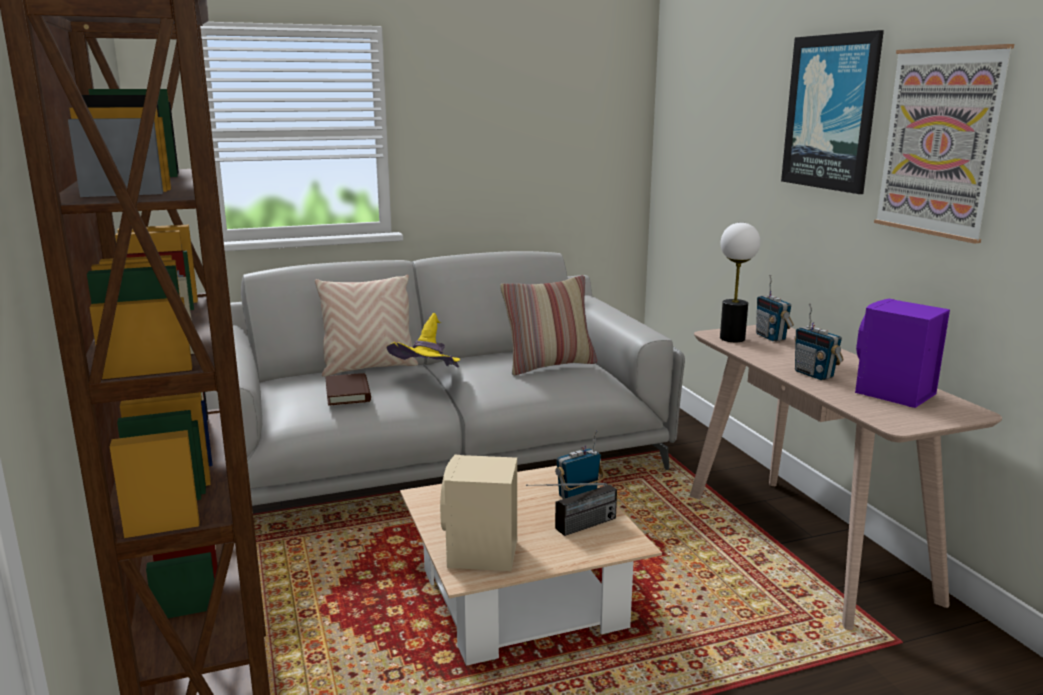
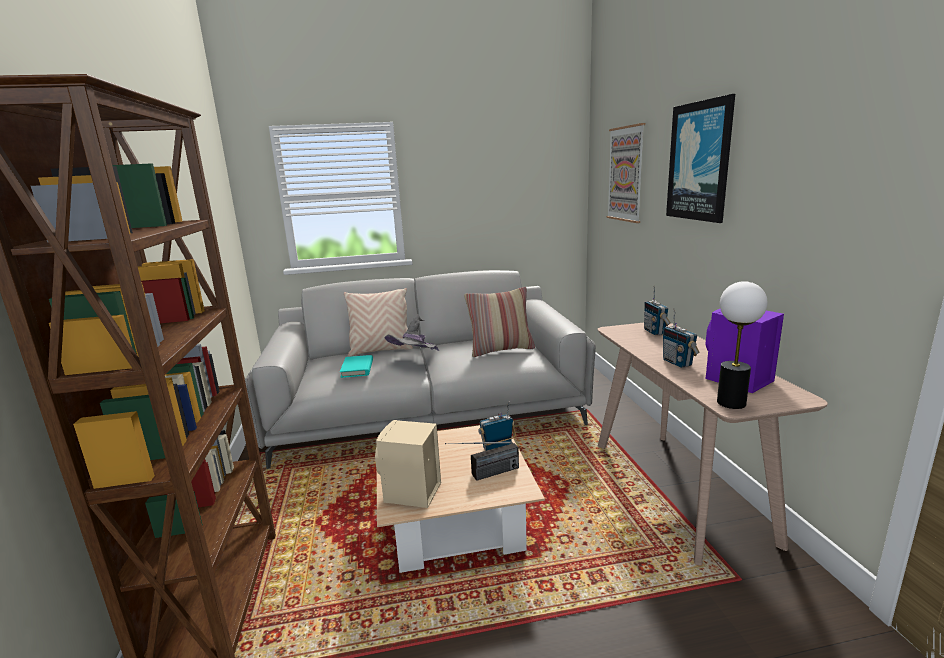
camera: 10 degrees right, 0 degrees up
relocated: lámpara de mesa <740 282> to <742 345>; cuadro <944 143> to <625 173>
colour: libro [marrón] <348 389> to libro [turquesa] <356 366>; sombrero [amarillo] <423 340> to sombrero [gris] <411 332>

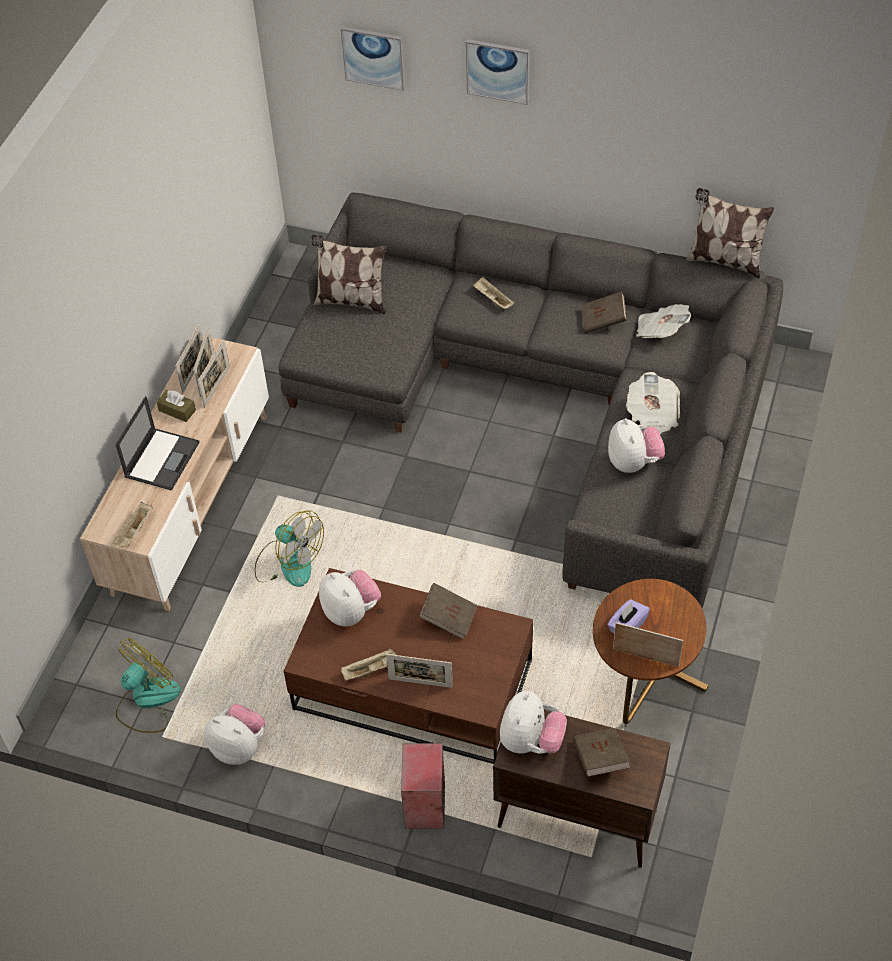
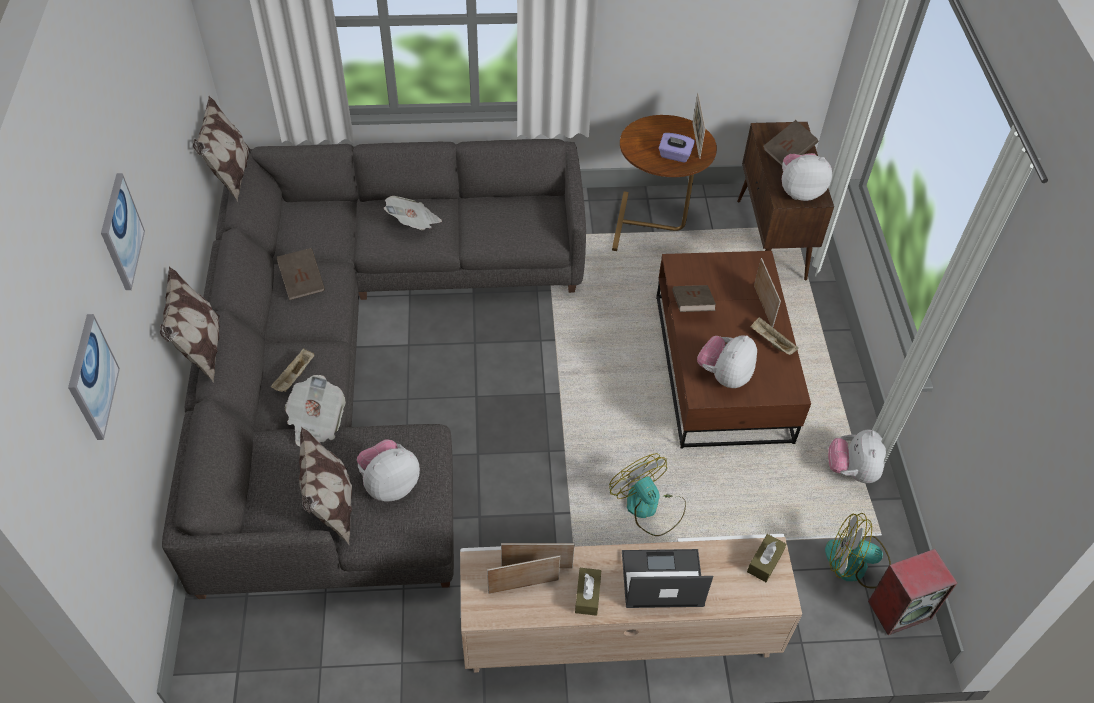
camera: 115 degrees left, 0 degrees up
missing: portarretratos <189 359>
appeared: cojín <190 324>
relocated: altavoz <423 786> to <912 592>; peluche <636 445> to <388 470>; periódico <663 321> to <315 411>
exchanged: bandeja [beis] <132 524> to caja de pañuelos [marrón] <767 558>
spun: ventilador <289 548> = <647 494> 45 degrees counterclockwise

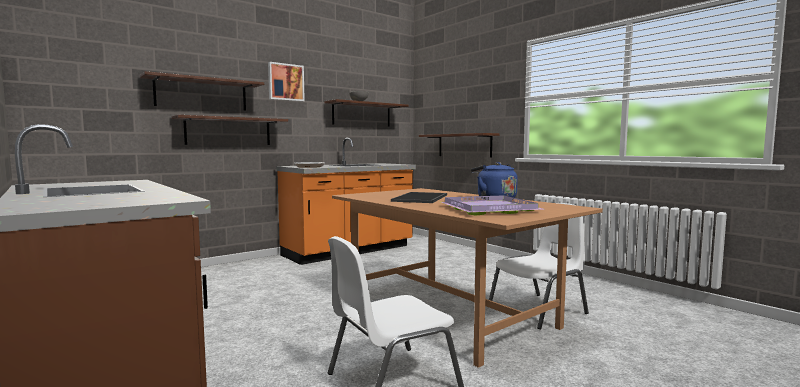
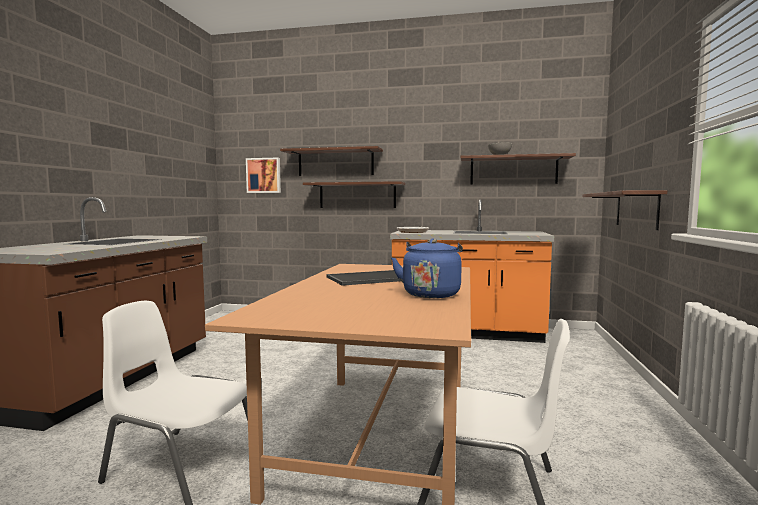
camera: 50 degrees right, 0 degrees up
missing: bandeja [morado] <492 205>
relocated: cuadro <286 82> to <263 175>

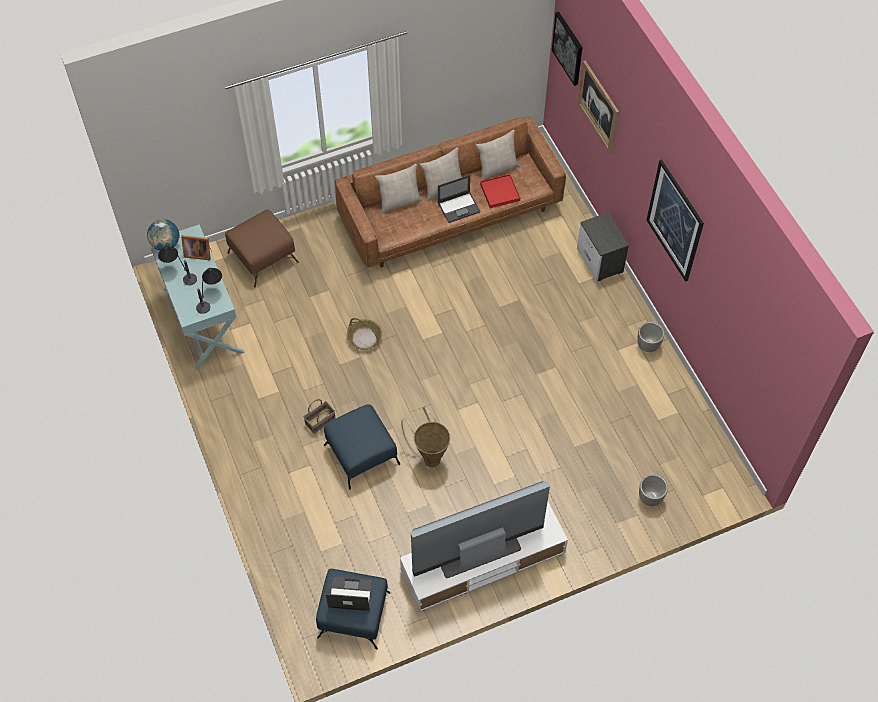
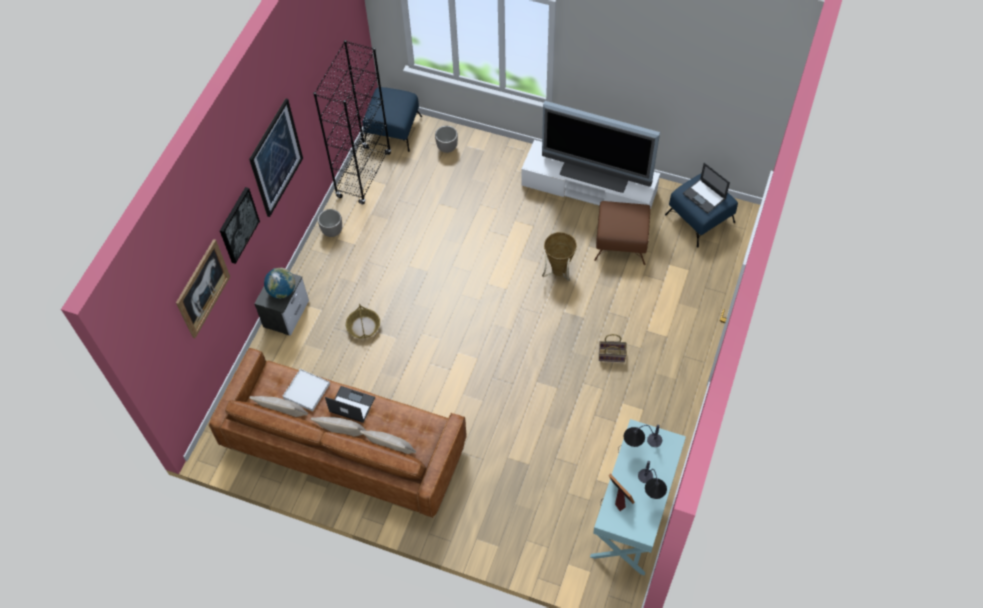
camera: 135 degrees left, 0 degrees up
appeared: estantería [negro] <352 122>
relocated: globo terráqueo <163 235> to <279 283>; puf [marrón] <262 248> to <622 233>; puf [azul] <362 447> to <392 119>; cesta <364 334> to <363 321>; cuadro <567 49> to <240 225>
colour: bandeja [rojo] <500 191> to bandeja [blanco] <306 390>

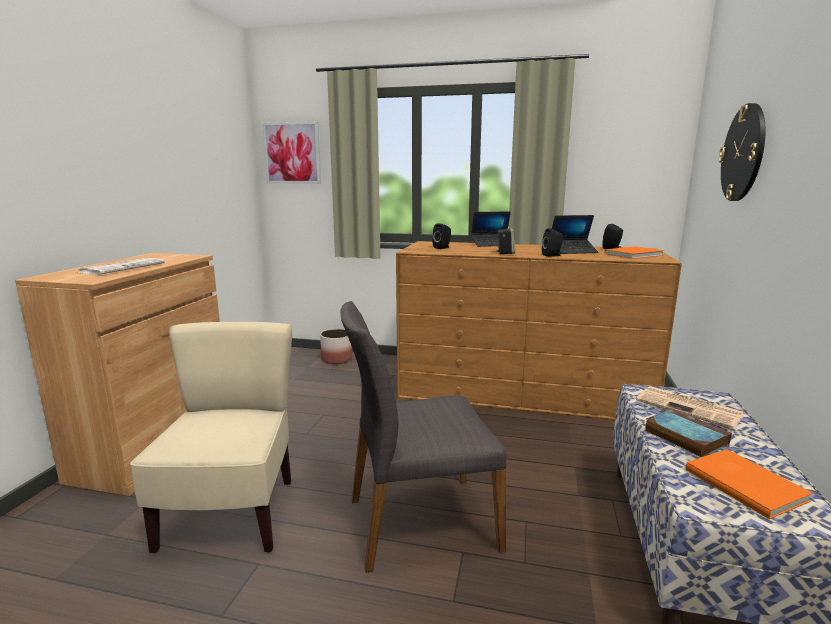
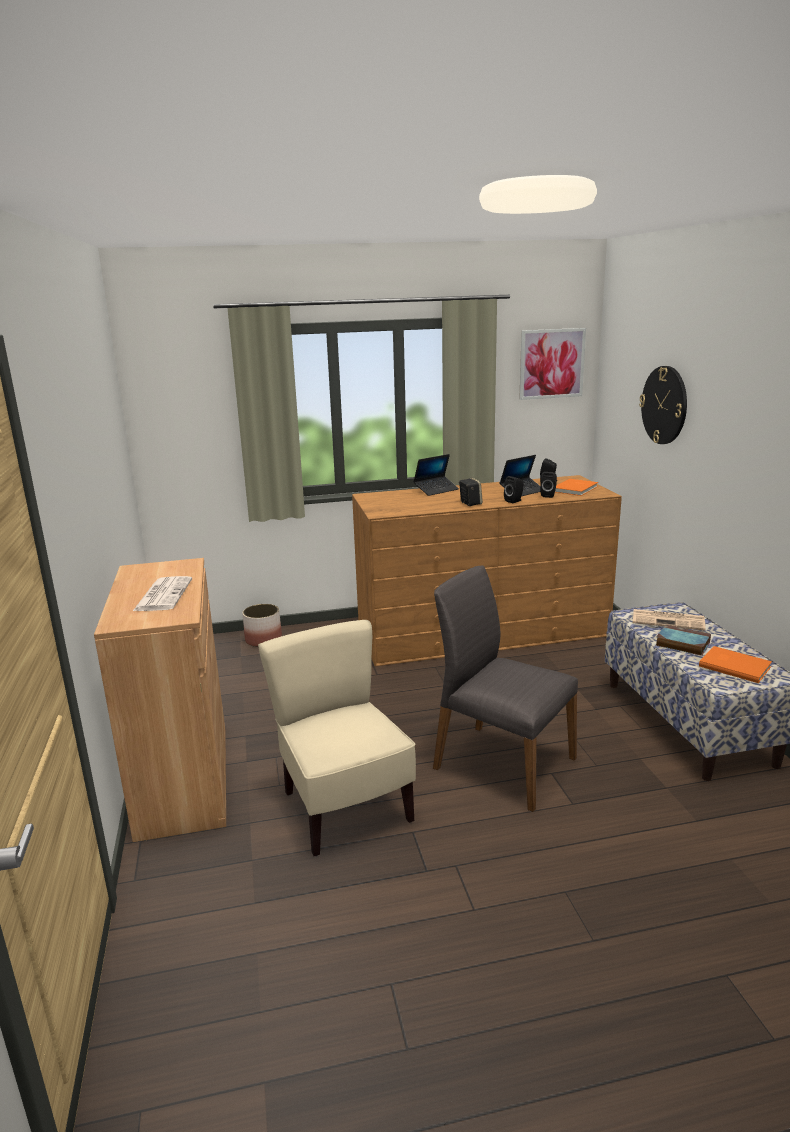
camera: 25 degrees left, 5 degrees up
relocated: cuadro <291 152> to <552 364>; altavoz [negro] <441 236> to <548 485>
spun: silla [gris] <423 437> = <505 689> 75 degrees clockwise

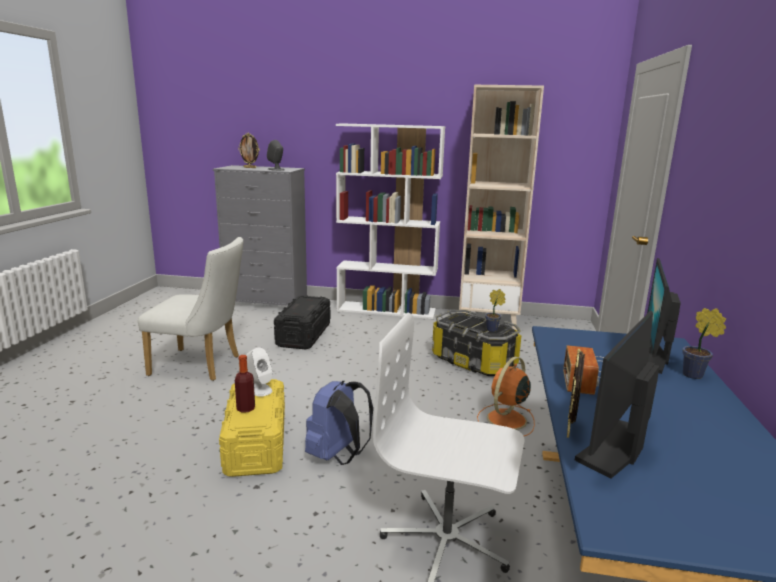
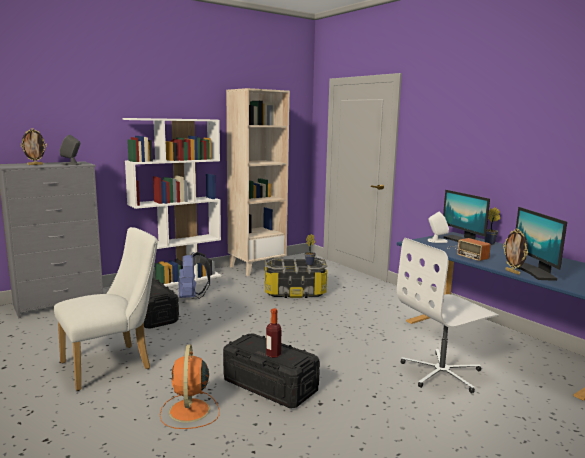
camera: 45 degrees left, 5 degrees down
relocated: altavoz [blanco] <259 372> to <438 227>; mochila [azul] <339 423> to <194 275>; ventilador [naranja] <506 396> to <190 386>
colour: caja de almacenaje [amarillo] <252 428> to caja de almacenaje [negro] <271 370>

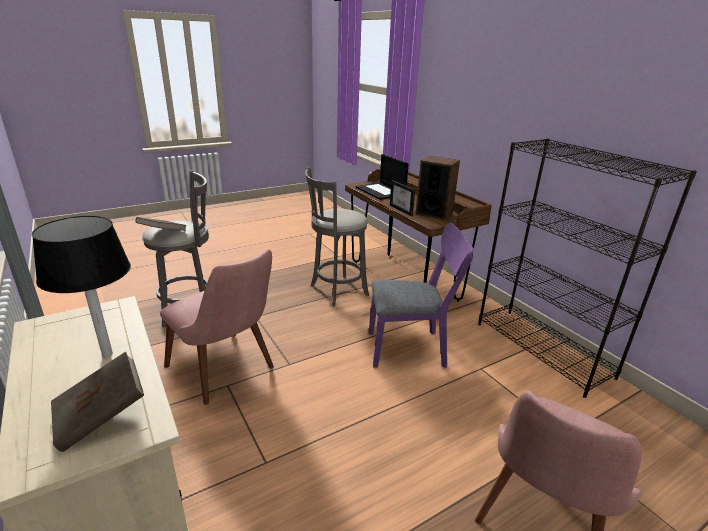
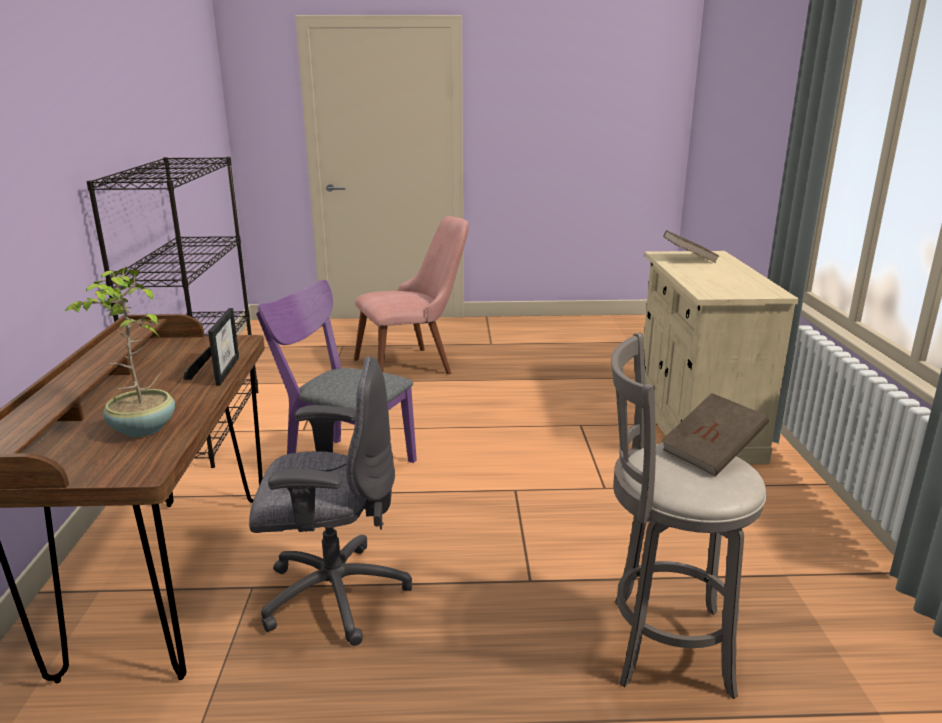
camera: 150 degrees left, 5 degrees down
missing: lámpara de mesa [negro] <81 286>; silla [rosa] <217 327>; altavoz <438 188>
exchanged: taburete [gris] <337 237> to silla de oficina [gris] <330 501>; portátil <382 177> to planta en maceta <120 351>

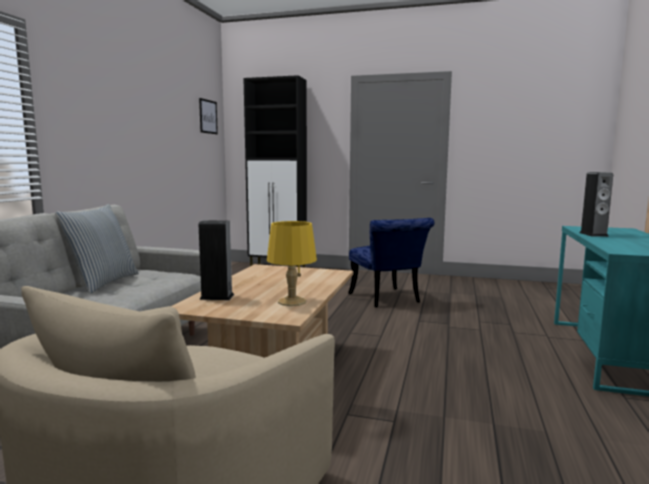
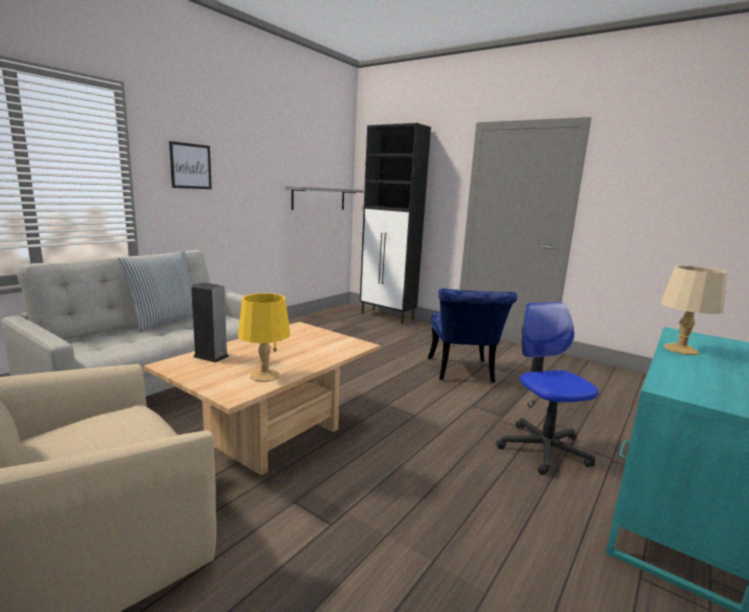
camera: 20 degrees right, 5 degrees up
appeared: estante [gris] <324 198>; silla de oficina <547 388>
relocated: cuadro <208 116> to <190 165>
exchanged: altavoz <596 204> to lámpara de mesa [beis] <694 310>

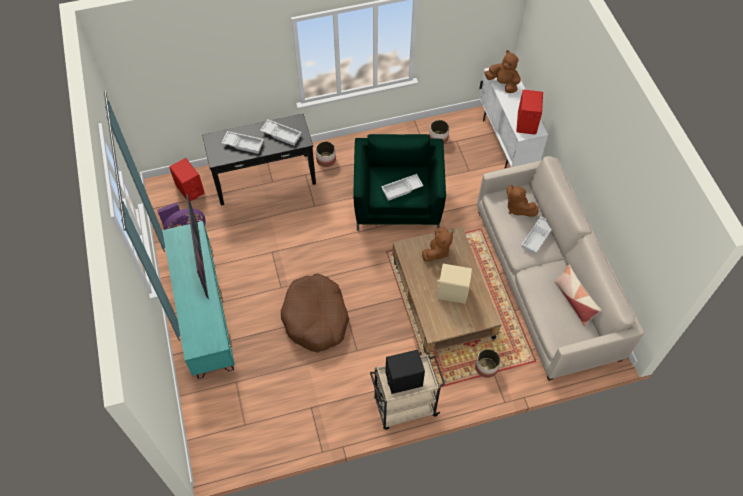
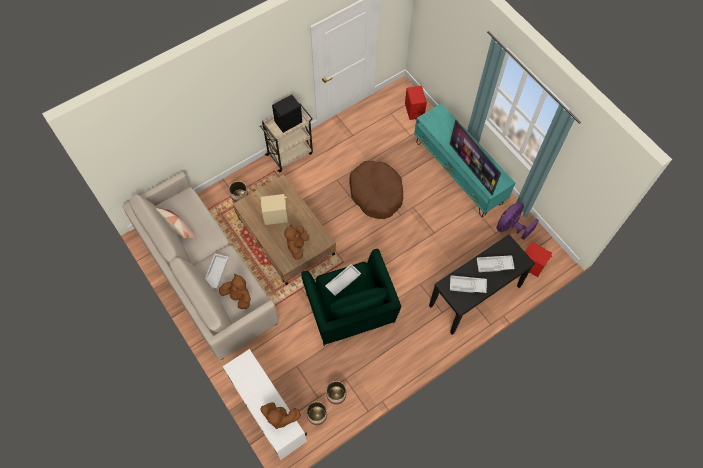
camera: 160 degrees right, 5 degrees up
relocated: maceta <326 154> to <317 413>; altavoz [rojo] <529 112> to <416 103>

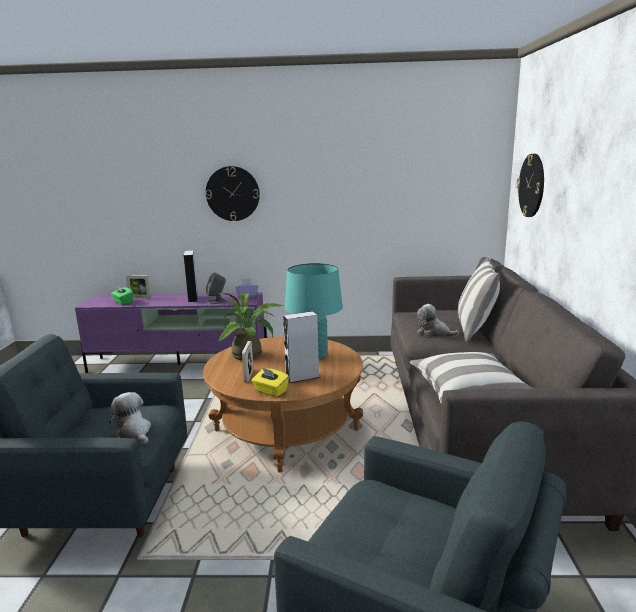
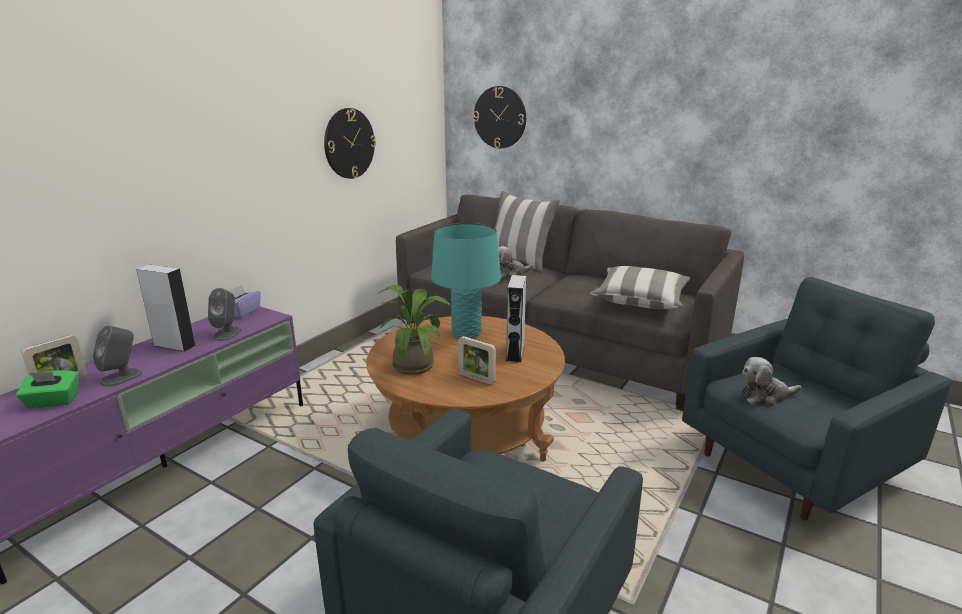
camera: 60 degrees left, 5 degrees up
missing: caja de pañuelos [amarillo] <270 382>
appeared: altavoz [gris] <117 356>
relocated: peluche <130 418> to <771 381>; reloj de pared <233 193> to <350 143>

